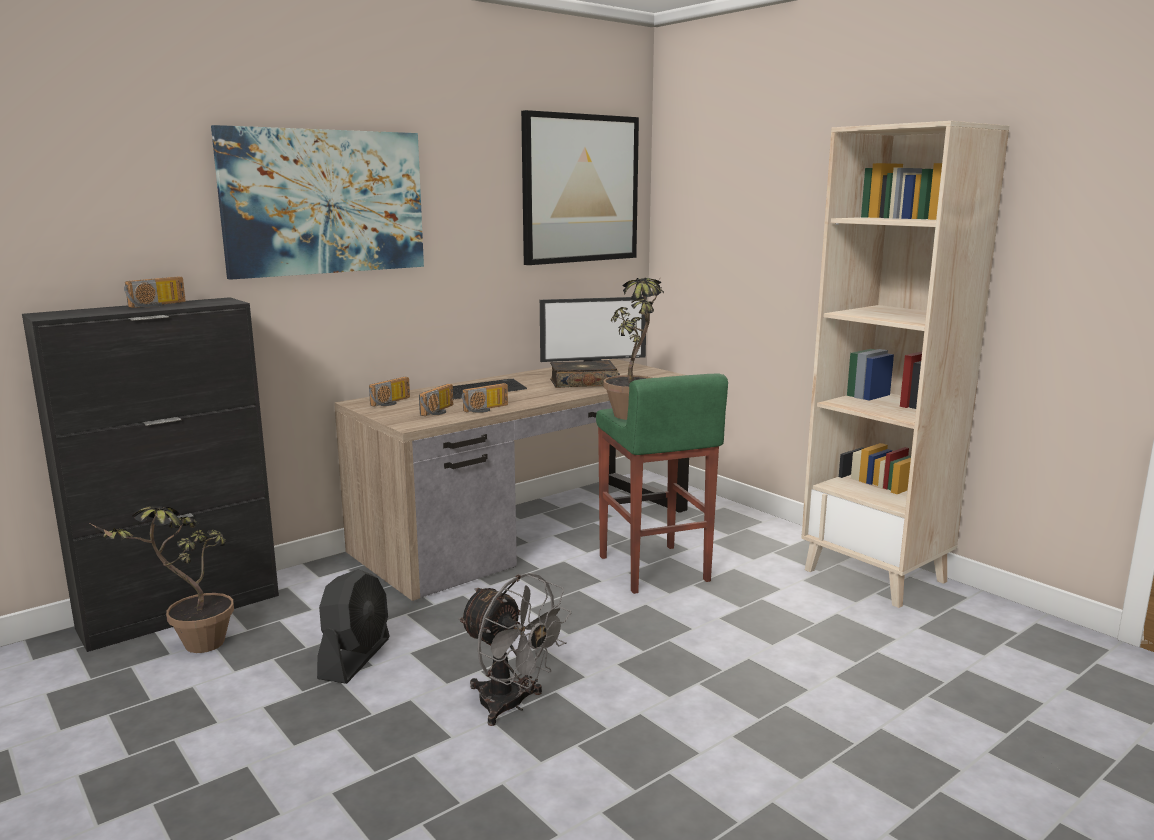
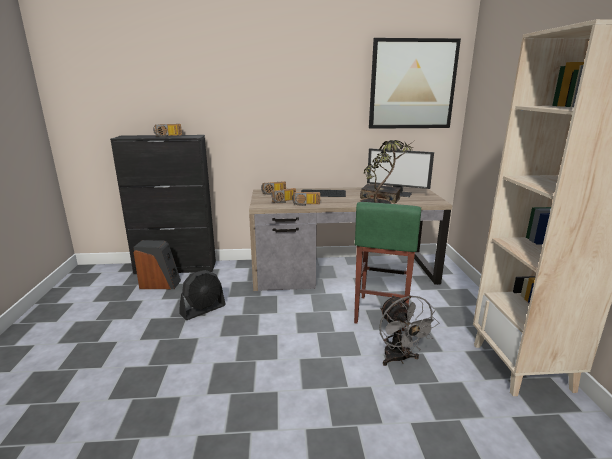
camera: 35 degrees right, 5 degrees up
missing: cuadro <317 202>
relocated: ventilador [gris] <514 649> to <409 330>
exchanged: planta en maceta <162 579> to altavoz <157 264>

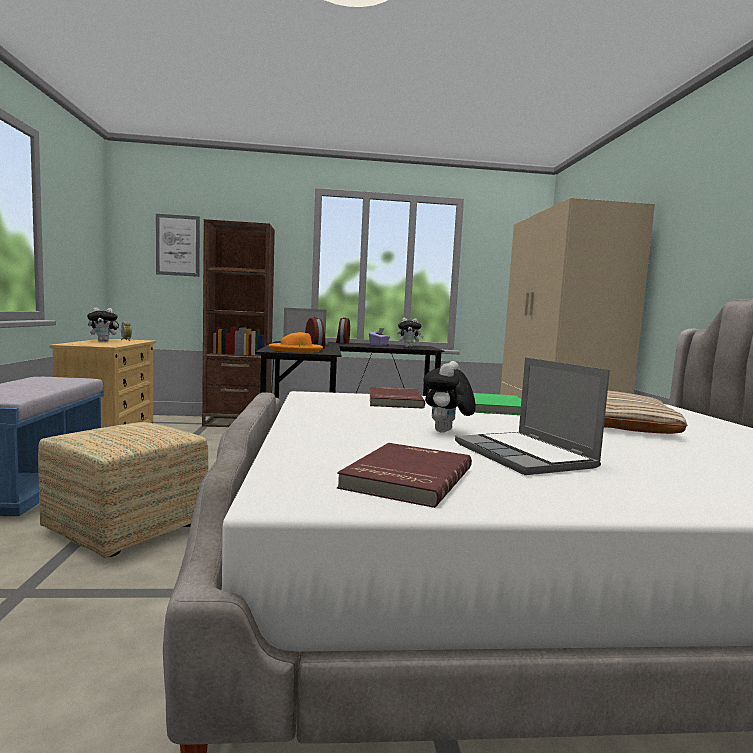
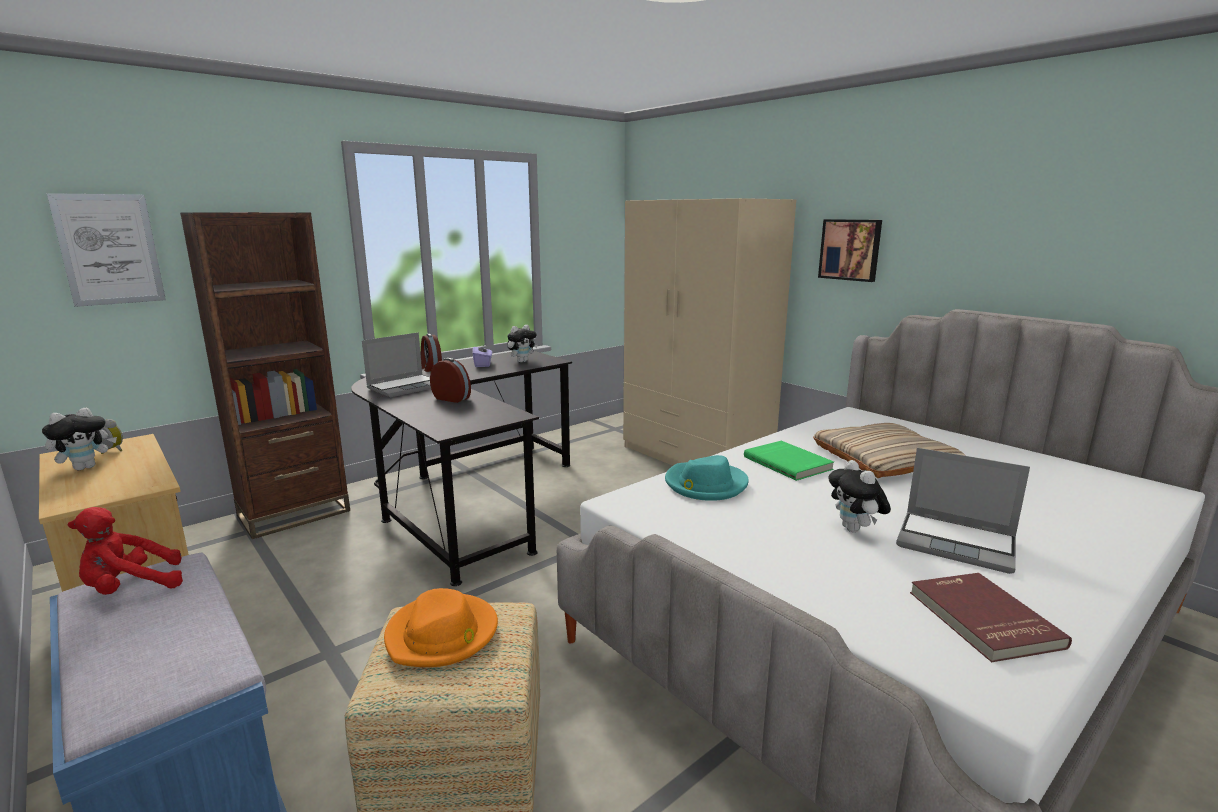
camera: 35 degrees left, 10 degrees up
appeared: peluche [rojo] <125 551>; cuadro <850 250>
relocated: sombrero [naranja] <295 342> to <441 627>
exchanged: libro [rojo] <397 398> to sombrero [turquesa] <707 478>

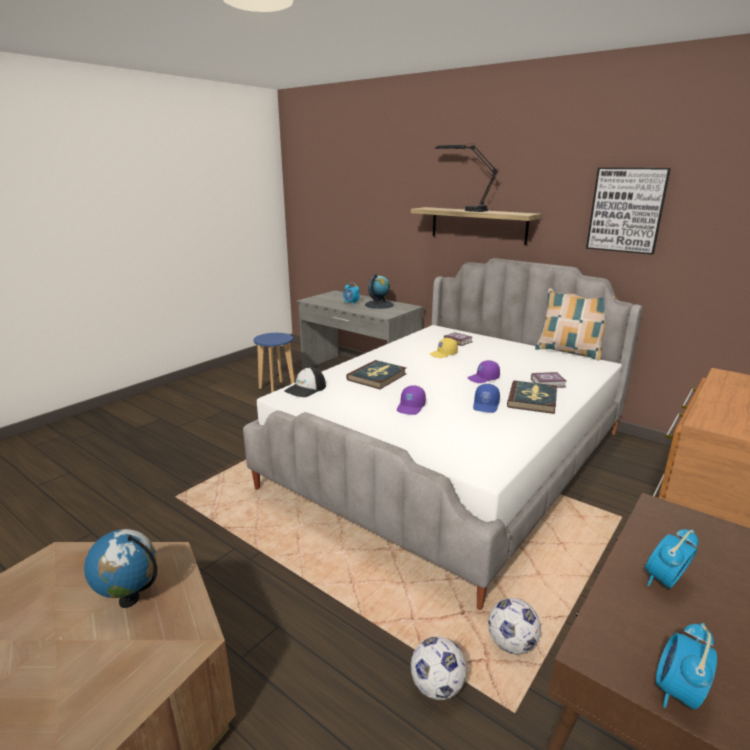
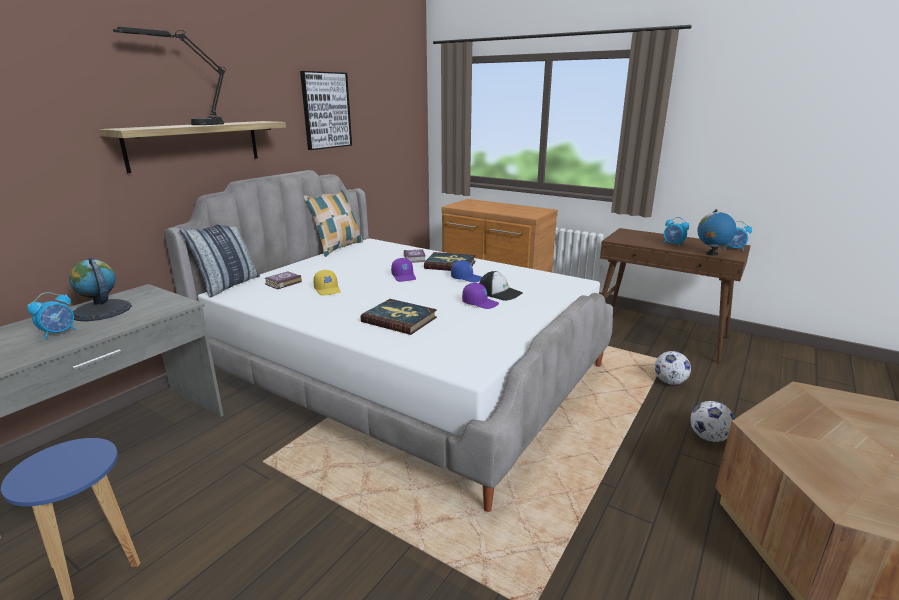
camera: 95 degrees left, 0 degrees up
appeared: cojín <219 261>
relocated: globo terráqueo <120 568> to <716 232>; gorra <305 382> to <501 286>; balón de fútbol <514 626> to <713 421>

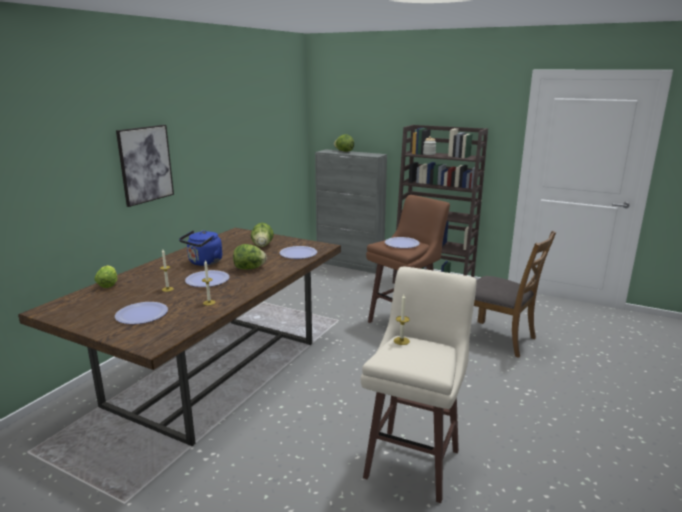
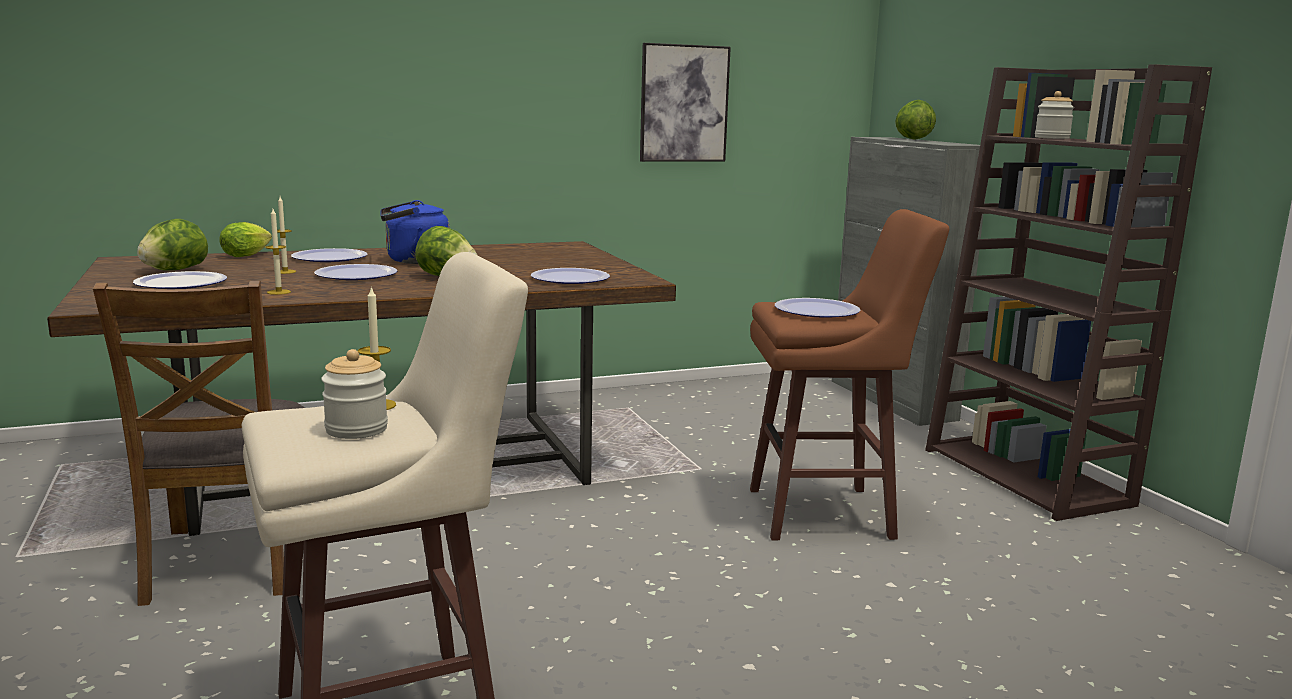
camera: 40 degrees right, 5 degrees down
appeared: plato <329 255>; tarro <354 394>
relocated: cuadro <145 166> to <685 102>; lechuga <262 235> to <172 245>; silla [marrón] <515 294> to <198 443>

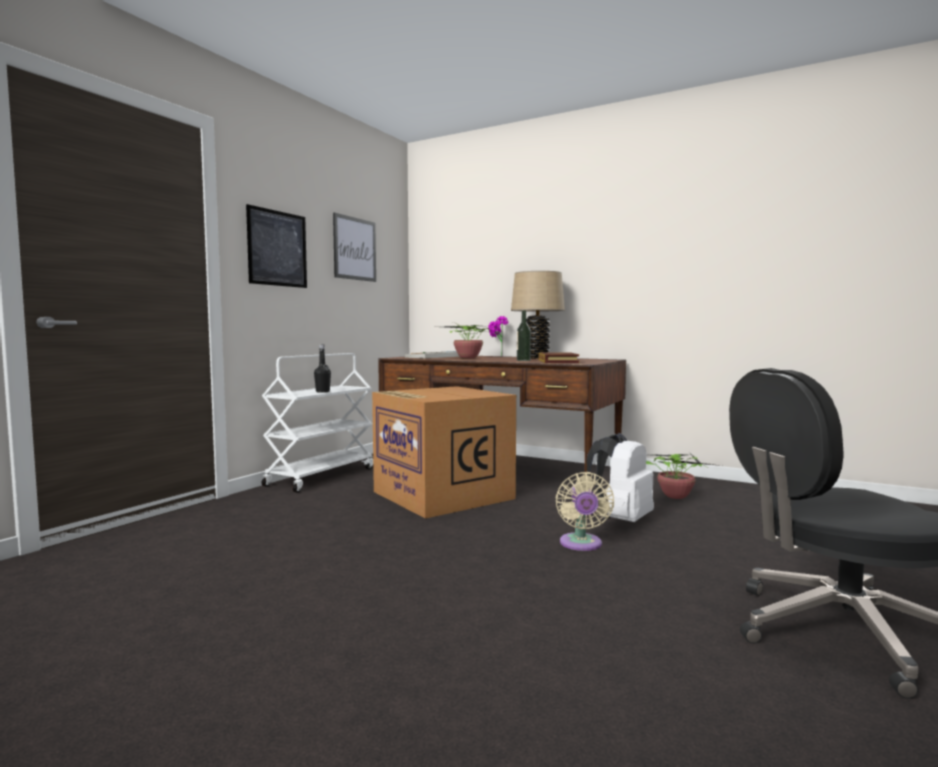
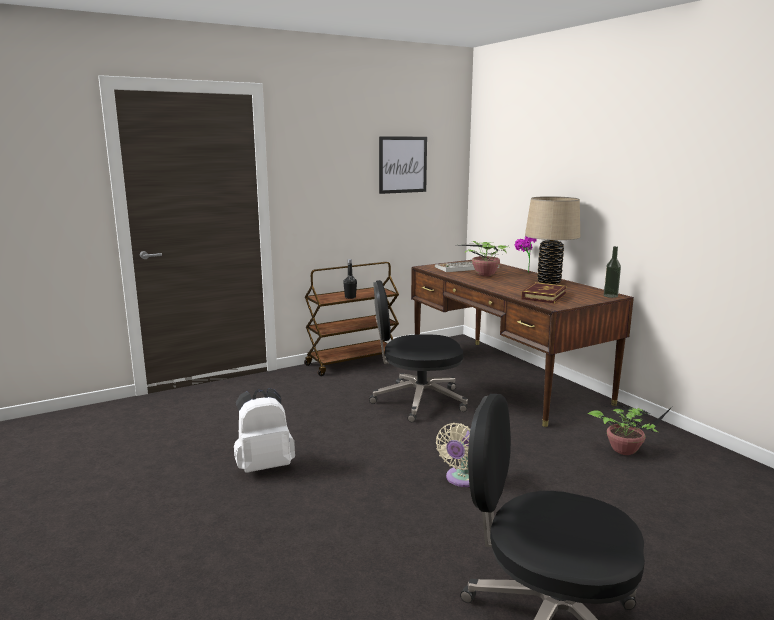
camera: 30 degrees right, 10 degrees up
missing: cuadro <276 246>
relocated: botella <524 335> to <612 272>; mochila [blanco] <620 477> to <264 430>
exchanged: caja de cartón <444 452> to silla de oficina [negro] <418 351>
colour: carrito [blanco] <317 423> to carrito [marrón] <351 319>

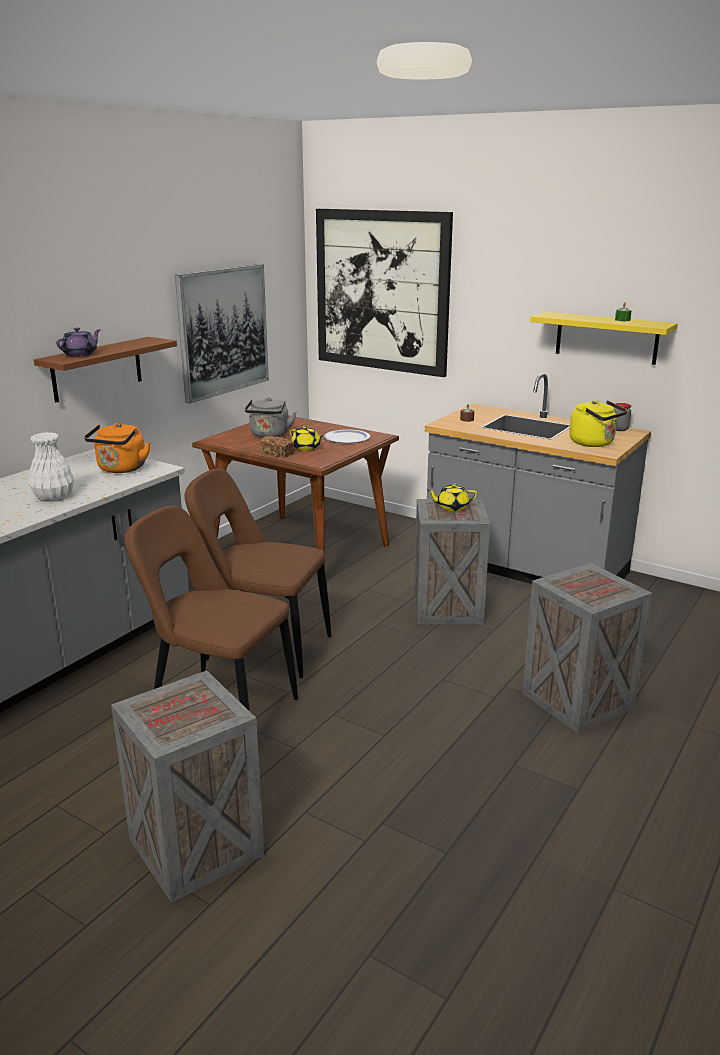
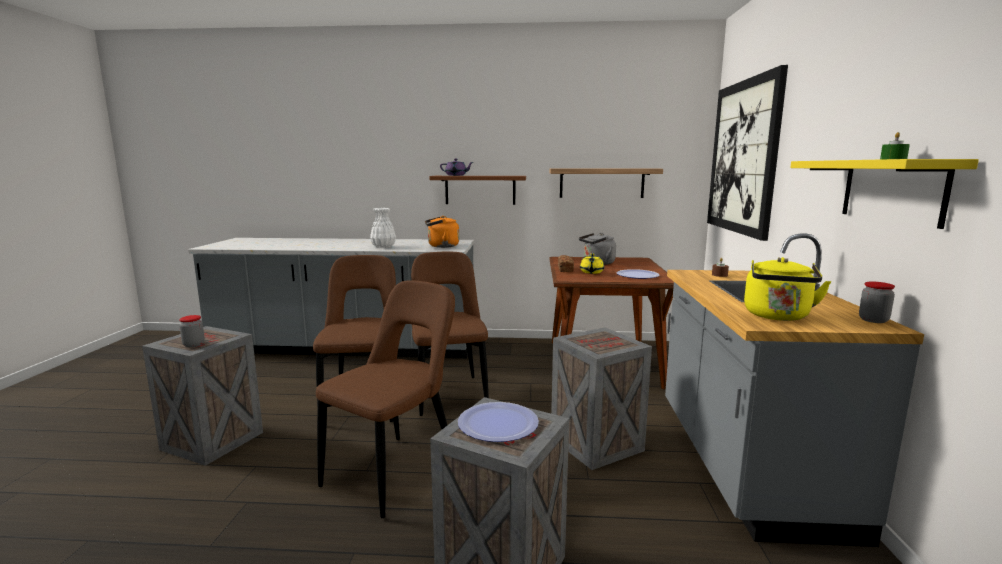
camera: 60 degrees right, 10 degrees down
missing: tetera [amarillo] <452 497>
appeared: tarro <192 331>; silla [marrón] <385 399>; plato <498 422>
exchanged: cuadro <222 334> to estante <606 183>

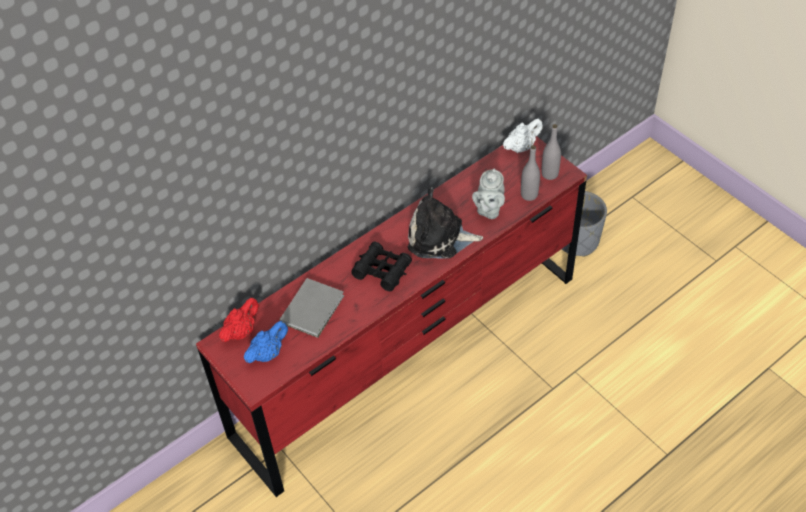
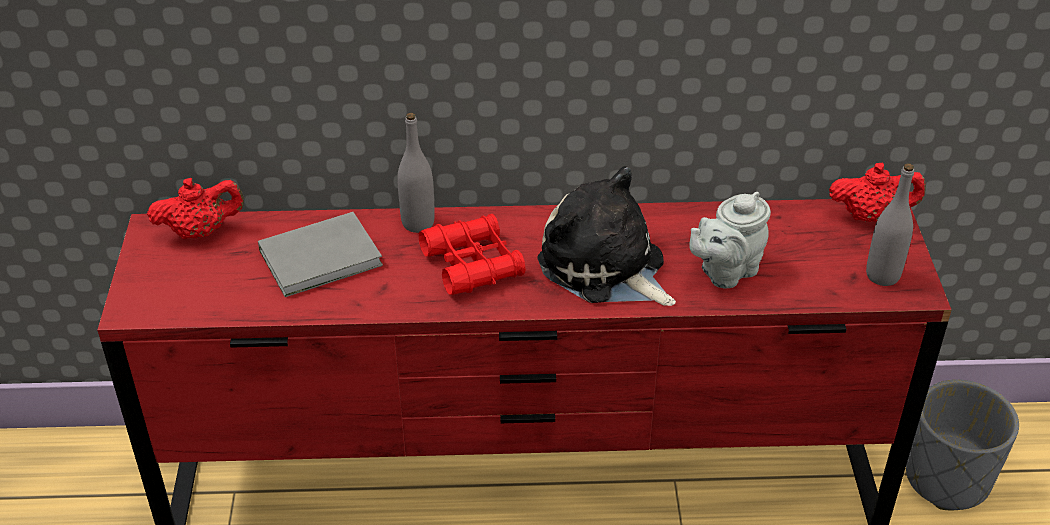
camera: 35 degrees right, 10 degrees down
missing: tetera [azul] <266 342>
relocated: botella [gris] <530 173> to <416 173>
colour: prismáticos [negro] <381 266> to prismáticos [rojo] <472 254>; tetera [blanco] <523 136> to tetera [rojo] <877 192>

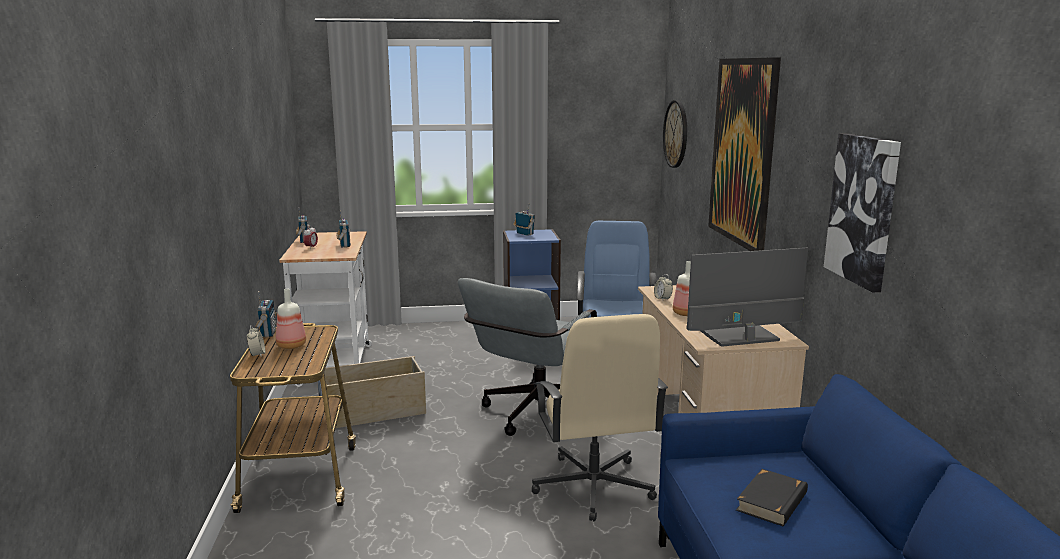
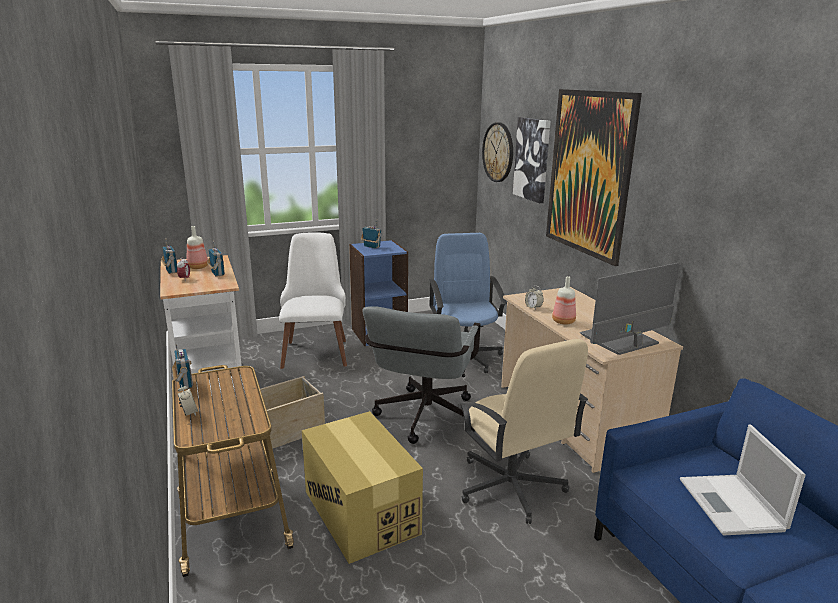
camera: 15 degrees left, 5 degrees up
appeared: silla [blanco] <313 300>; caja de cartón <362 487>
relocated: botella <291 319> to <197 247>; cuadro <862 212> to <532 160>
exchanged: libro [negro] <772 498> to portátil <743 480>

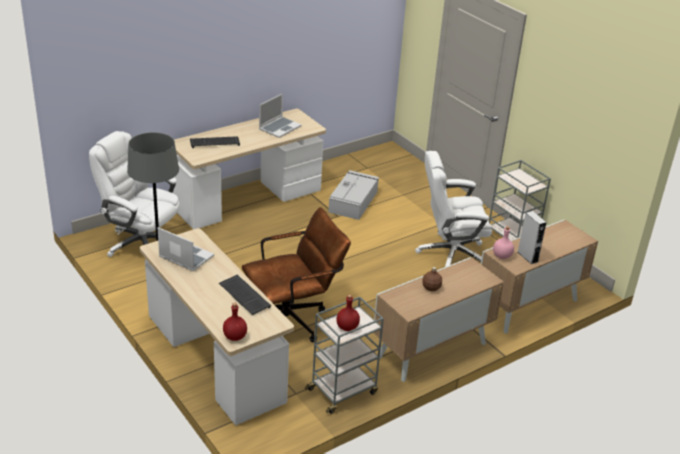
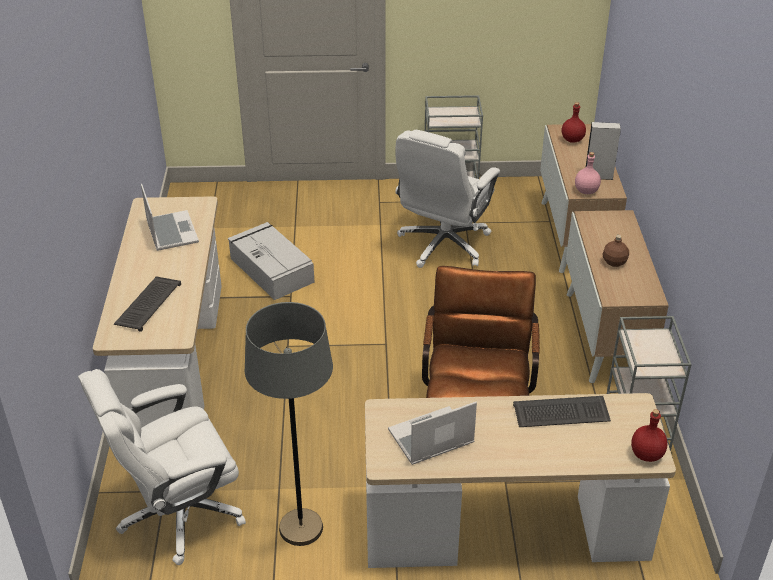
camera: 55 degrees left, 5 degrees up
relocated: botella [rojo] <348 313> to <574 122>

